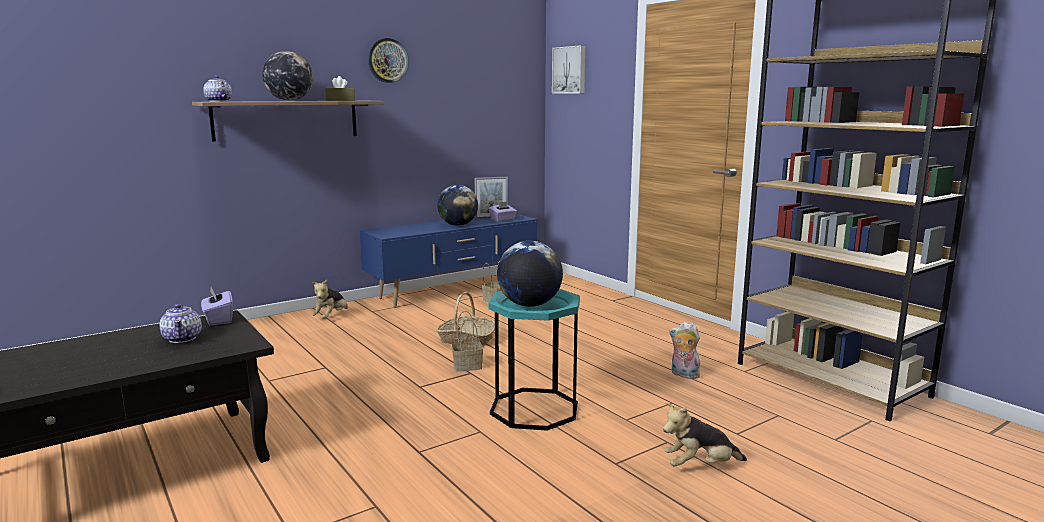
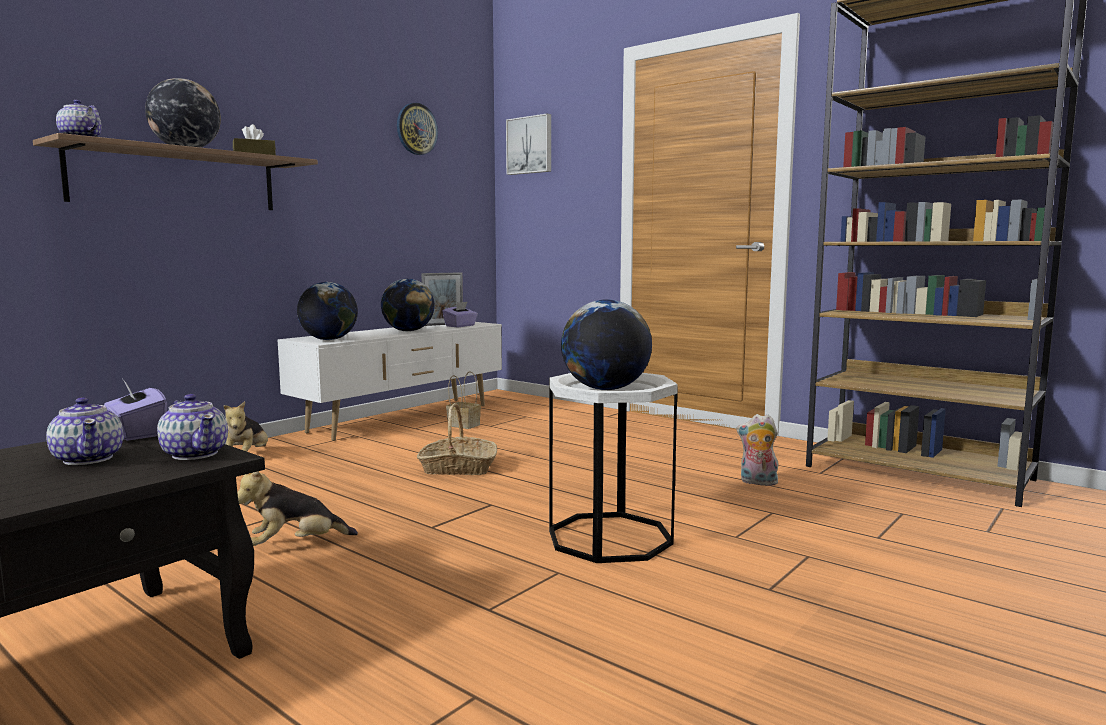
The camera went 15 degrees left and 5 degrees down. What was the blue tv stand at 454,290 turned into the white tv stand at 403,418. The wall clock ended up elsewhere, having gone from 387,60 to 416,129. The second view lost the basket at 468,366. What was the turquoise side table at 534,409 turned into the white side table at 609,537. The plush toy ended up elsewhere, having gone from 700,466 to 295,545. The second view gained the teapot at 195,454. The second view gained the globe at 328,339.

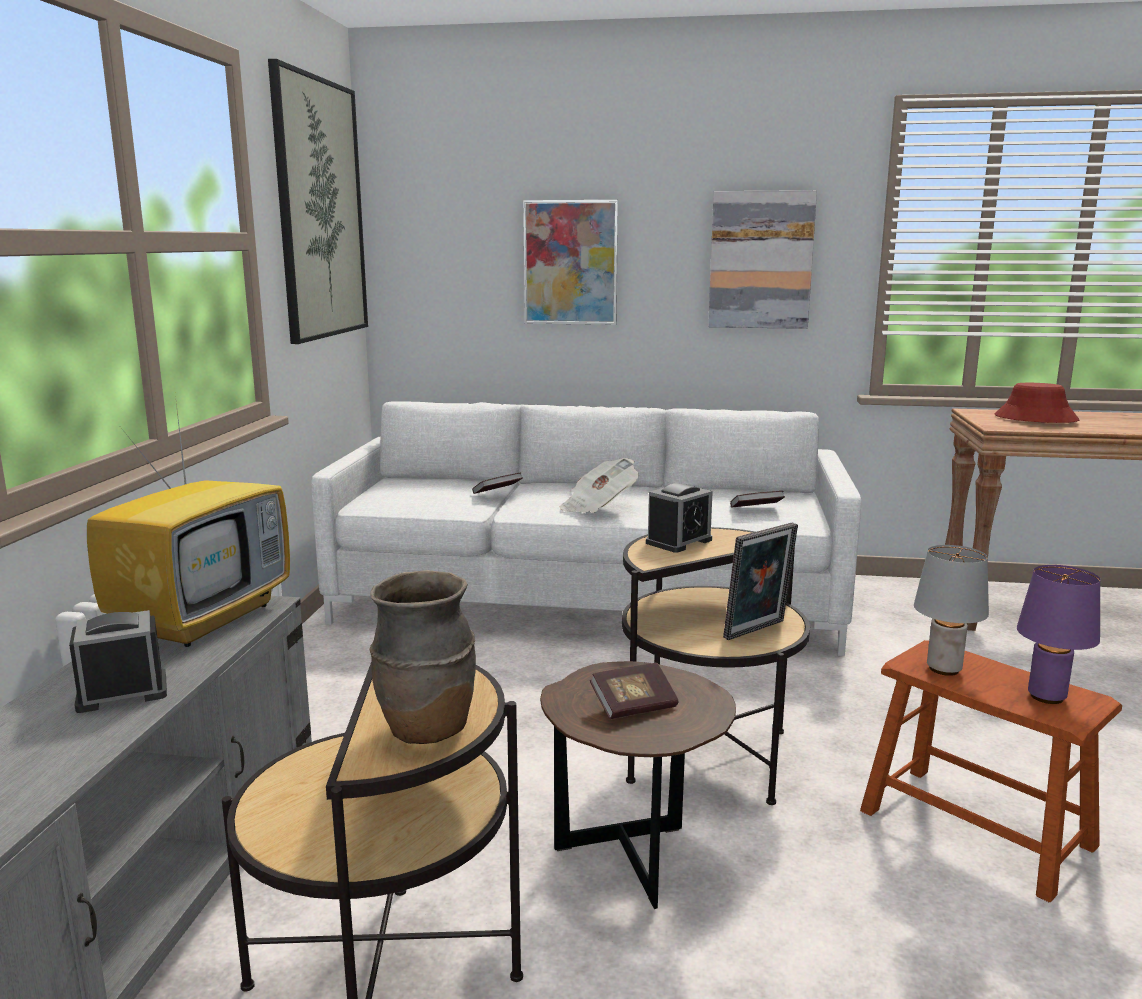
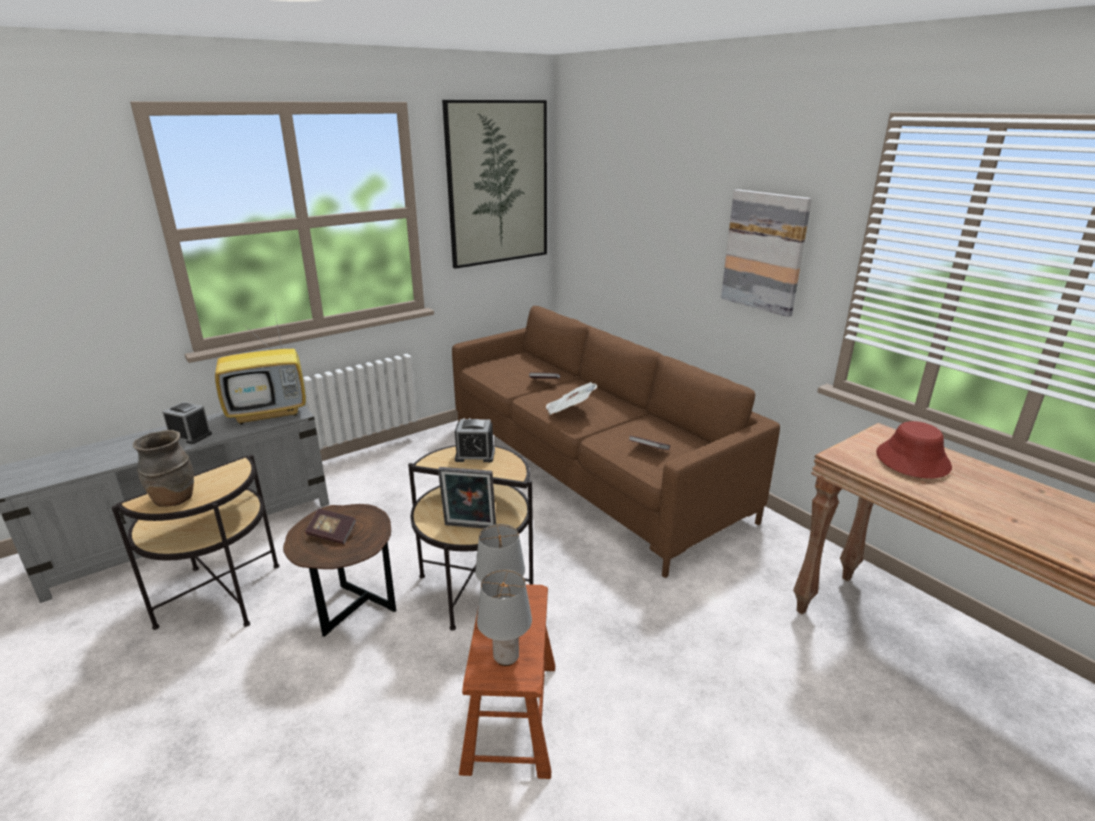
The camera went 45 degrees right and 10 degrees up. What was the white sofa at 587,604 turned into the brown sofa at 589,469. The second view lost the picture at 570,263. What was the purple table lamp at 1047,697 turned into the grey table lamp at 506,657.

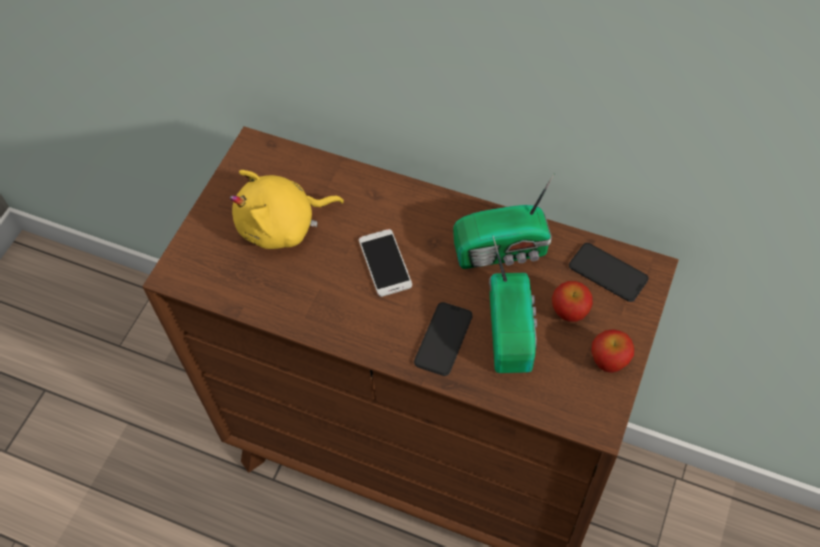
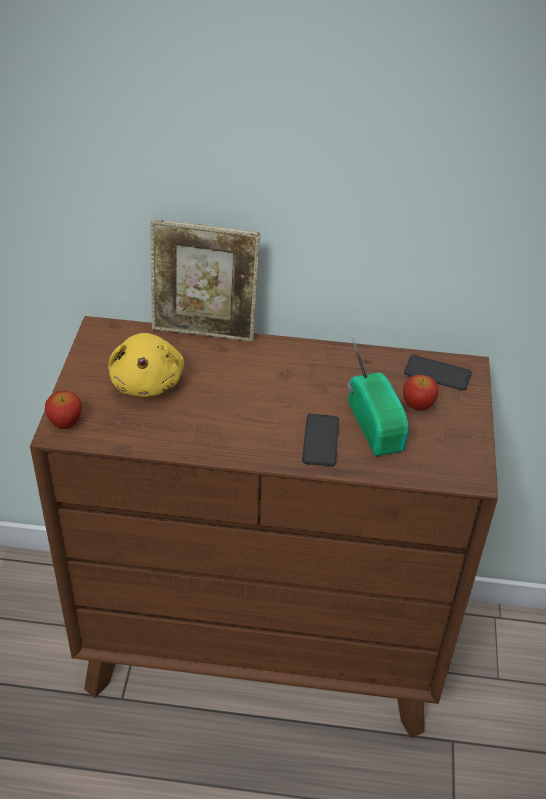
The camera went 20 degrees left and 15 degrees down. The yellow plush toy at 283,226 ended up facing another way, 60 degrees counterclockwise from before. The second view lost the phone at 385,263. The second view lost the radio at 503,251. The apple ended up elsewhere, having gone from 609,360 to 65,422. The second view gained the picture frame at 204,332.

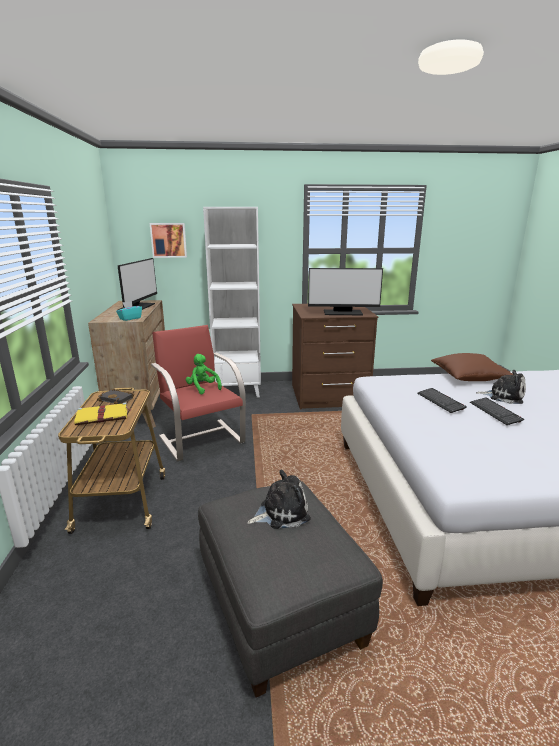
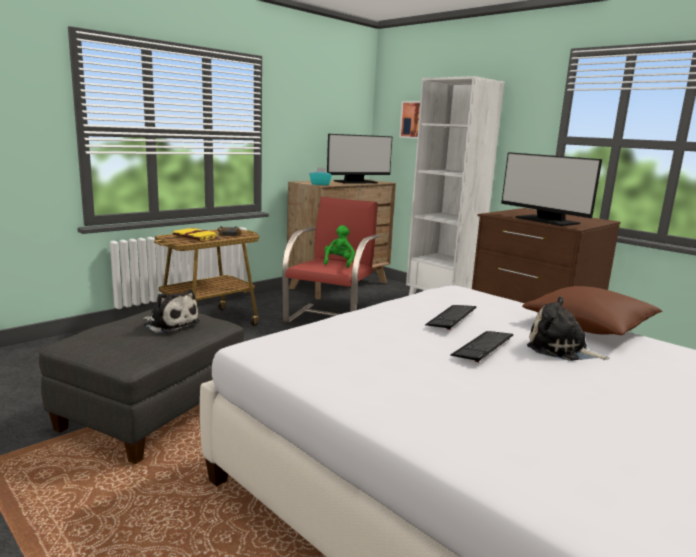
The camera went 50 degrees right and 5 degrees down. The plush toy at 503,396 ended up facing another way, 135 degrees clockwise from before.

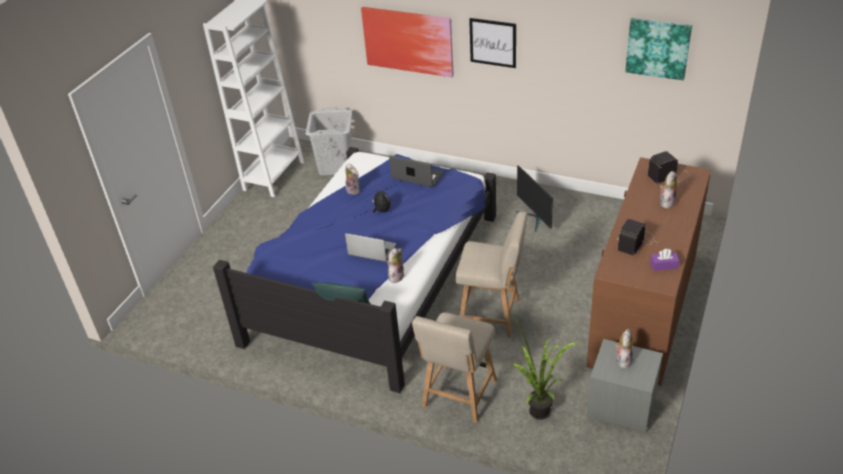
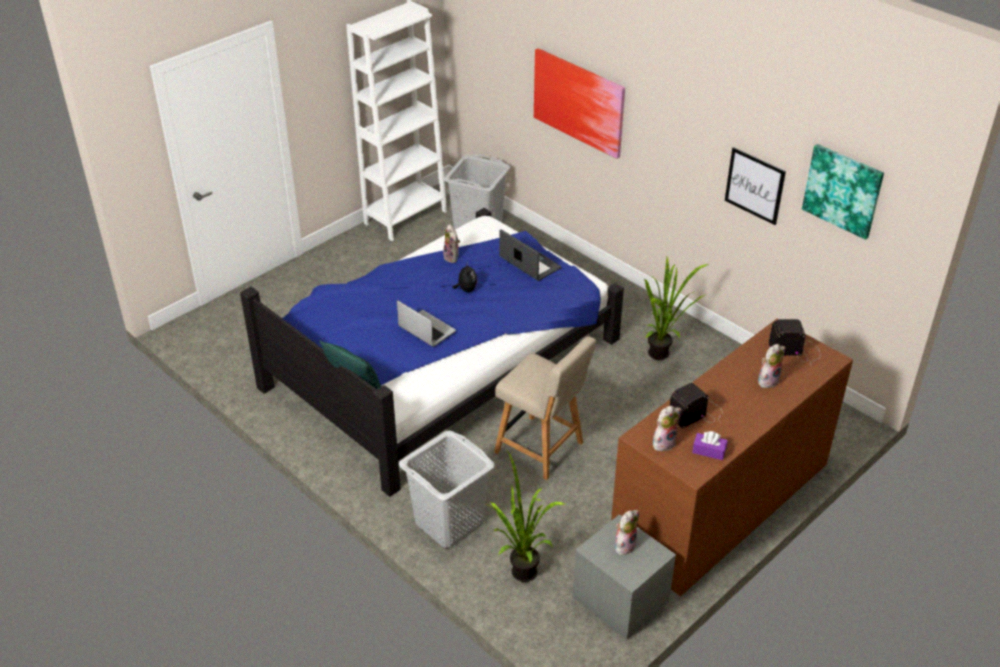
The camera went 20 degrees right and 0 degrees up. The plush toy ended up elsewhere, having gone from 396,276 to 663,442. Where the beige chair stood at 458,396, the grey laundry basket came to stand at 448,523. The picture ended up elsewhere, having gone from 493,42 to 754,185. Where the monitor stood at 535,218, the potted plant came to stand at 663,356.

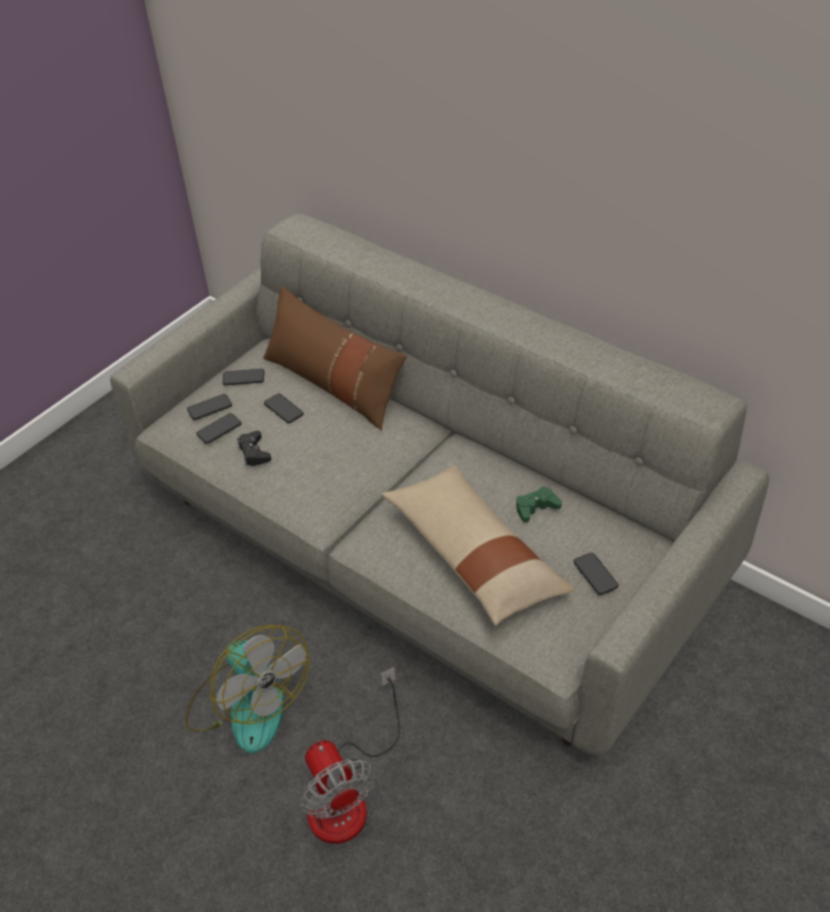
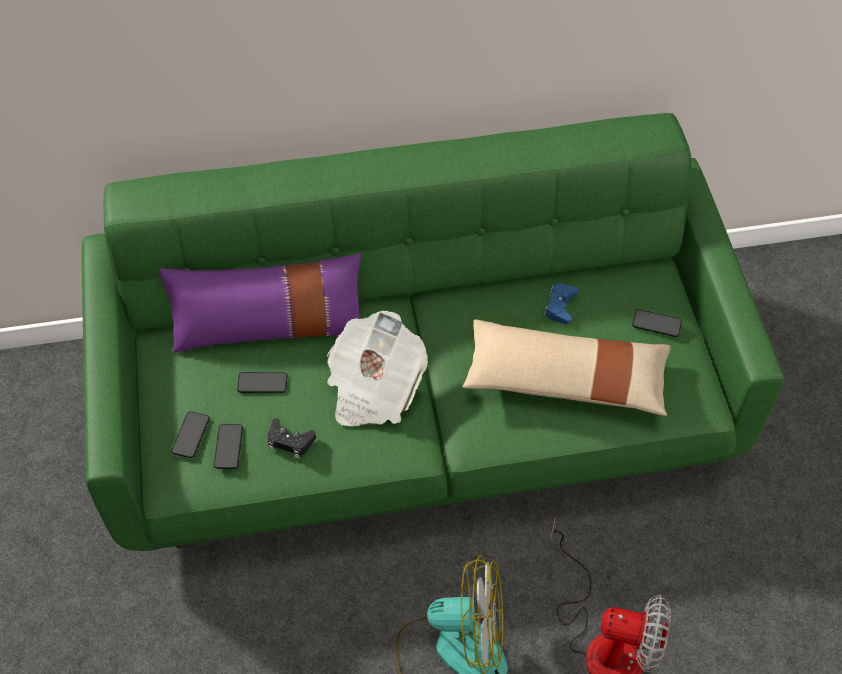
The camera went 50 degrees left and 10 degrees up. What was the grey sofa at 422,544 turned into the green sofa at 421,411. The second view lost the phone at 243,378. What was the brown pillow at 334,383 turned into the purple pillow at 269,327. What was the green game controller at 536,508 turned into the blue game controller at 560,306. The second view gained the newspaper at 373,387.

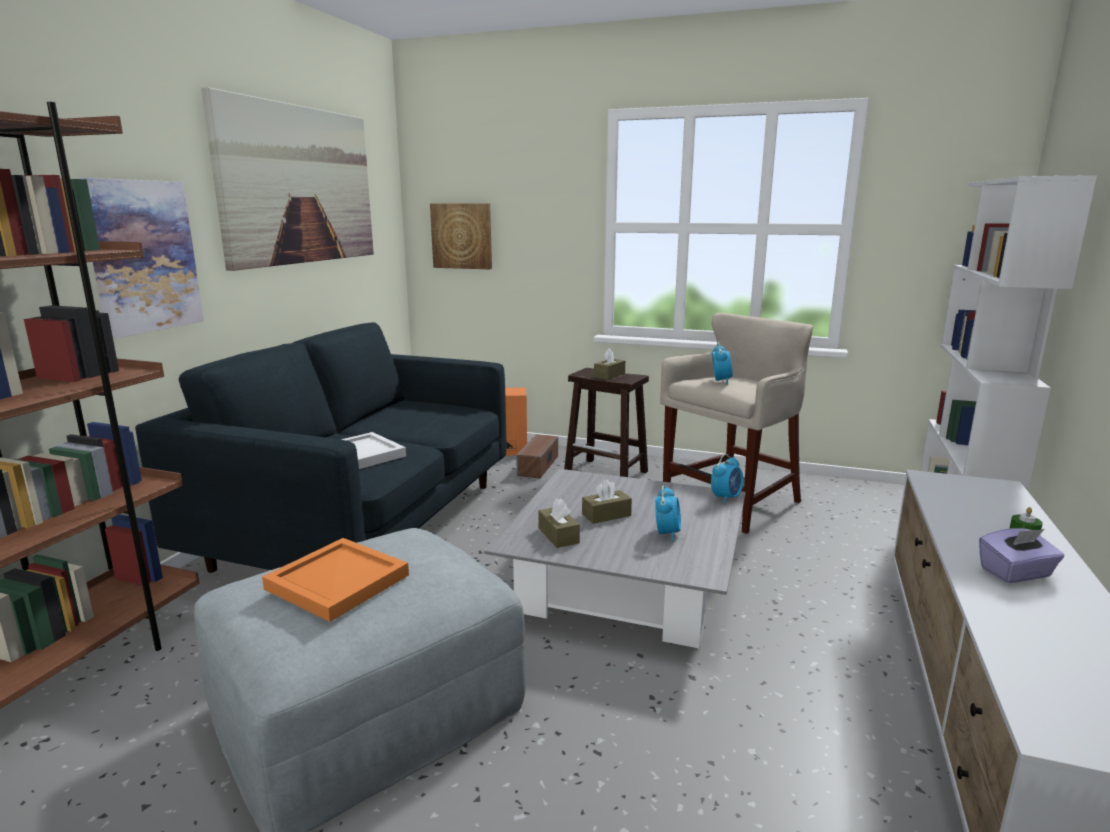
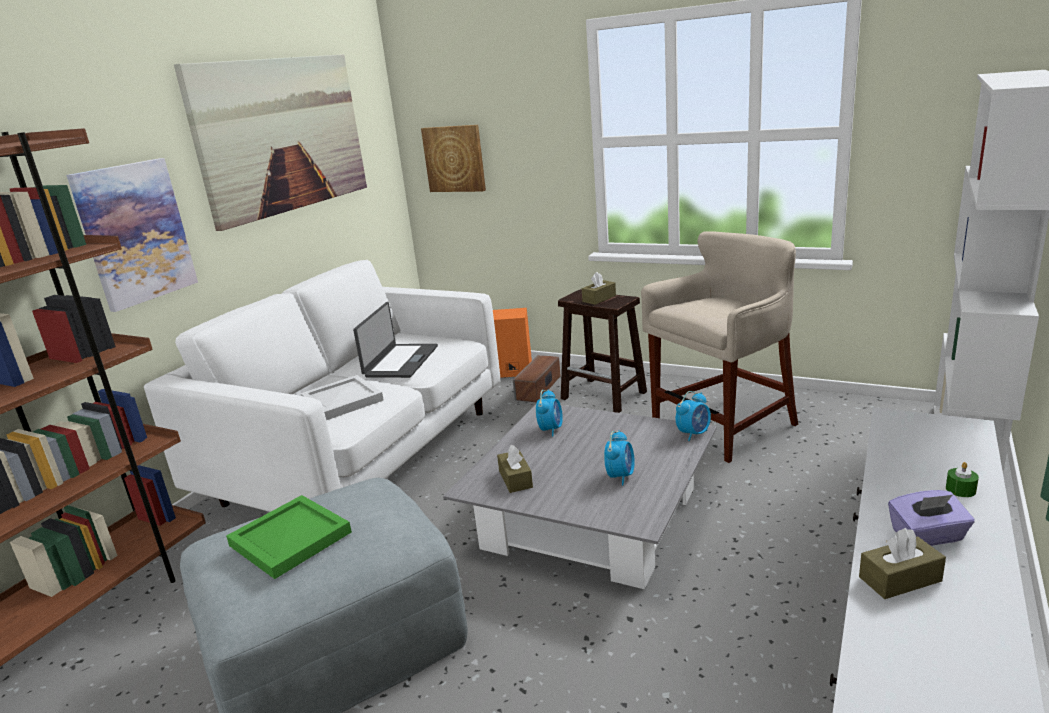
The camera went 10 degrees right and 5 degrees up. What was the blue sofa at 364,524 turned into the white sofa at 362,456. What was the orange tray at 340,582 turned into the green tray at 292,538. The brown tissue box ended up elsewhere, having gone from 606,515 to 900,579. The alarm clock ended up elsewhere, having gone from 720,381 to 551,429. The second view gained the laptop at 400,361.

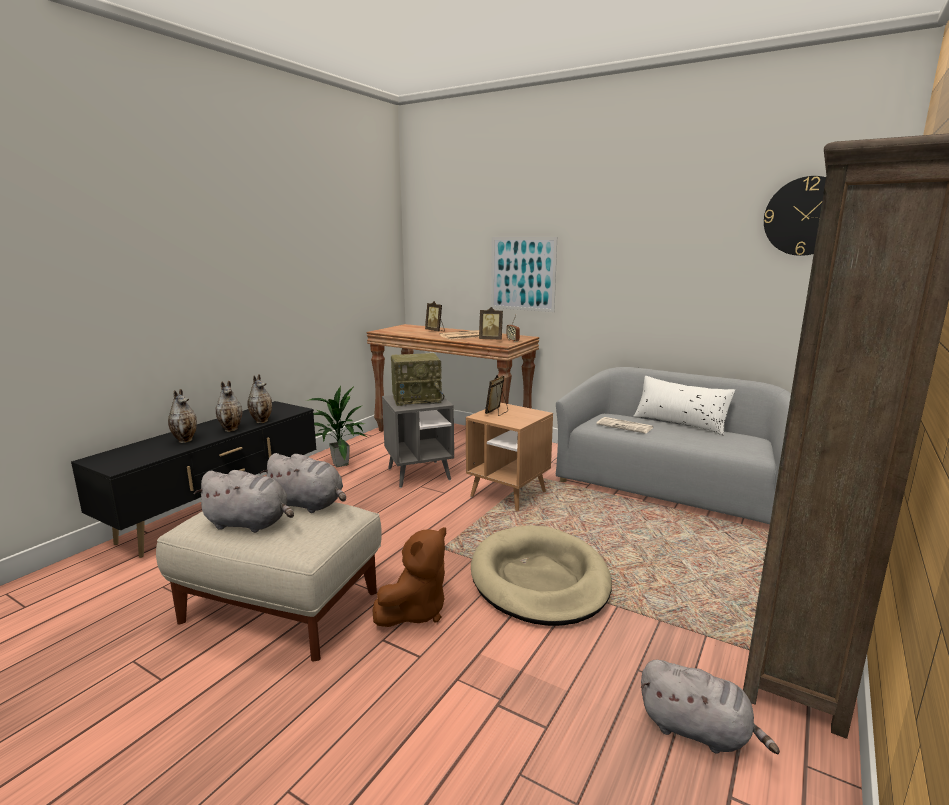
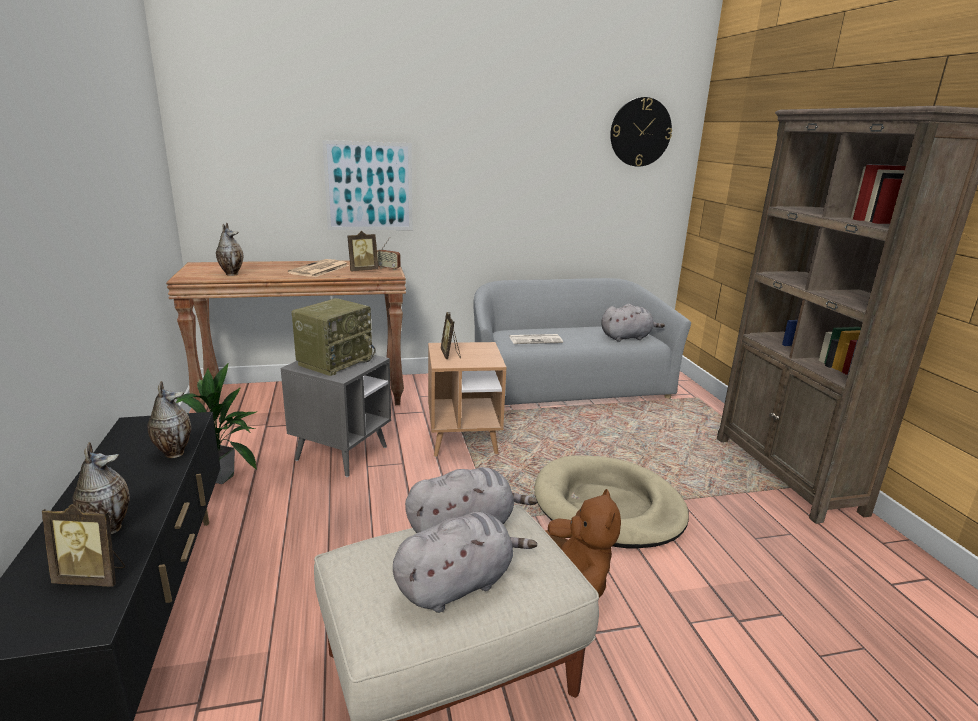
The camera went 45 degrees left and 5 degrees up. The vase ended up elsewhere, having gone from 231,429 to 232,274. The picture frame ended up elsewhere, having gone from 435,331 to 93,577. The second view lost the white pillow at 680,423. The grey plush toy ended up elsewhere, having gone from 698,731 to 627,337.

